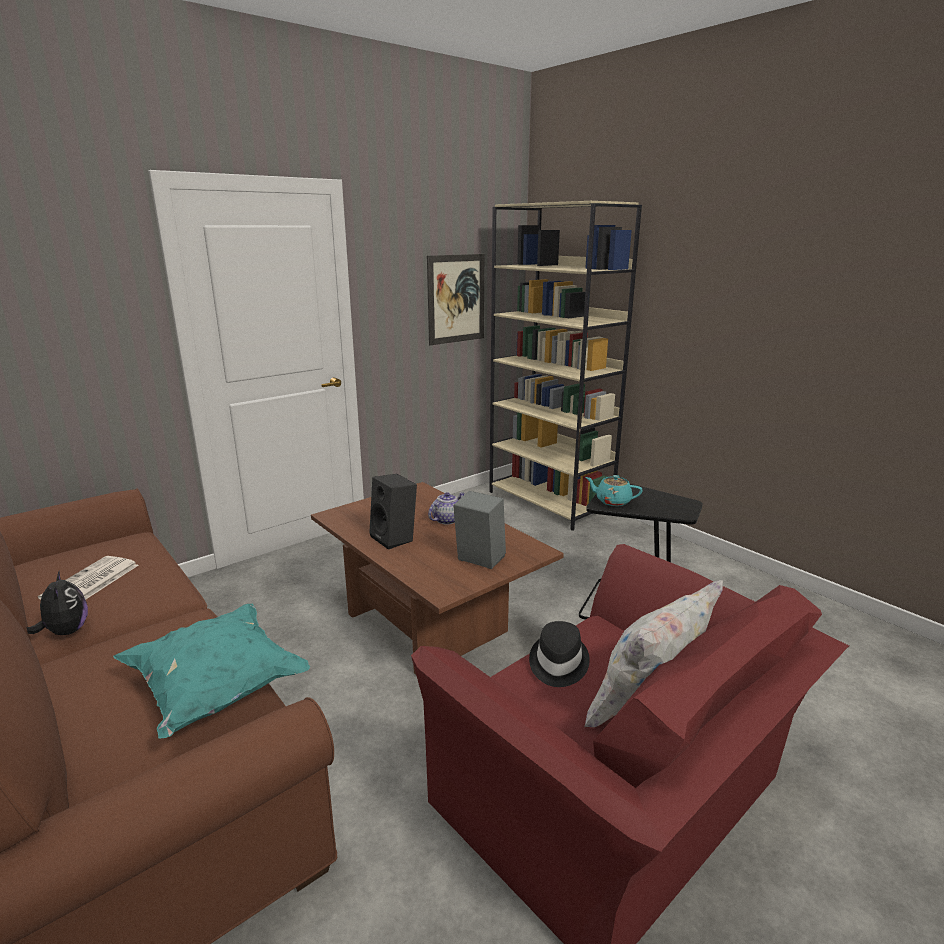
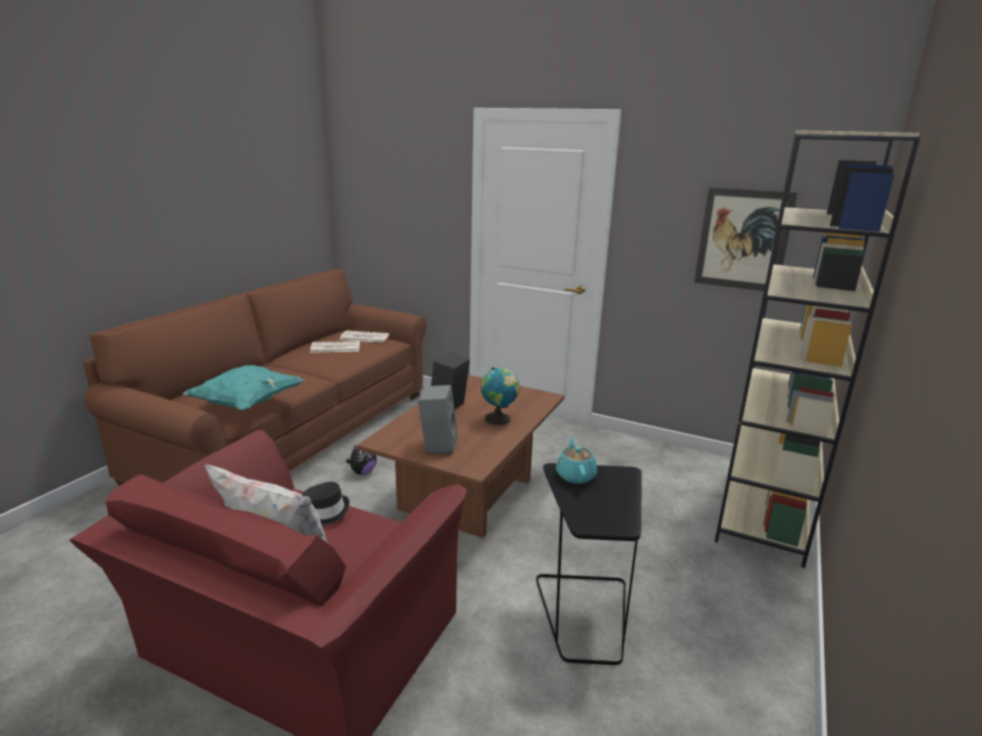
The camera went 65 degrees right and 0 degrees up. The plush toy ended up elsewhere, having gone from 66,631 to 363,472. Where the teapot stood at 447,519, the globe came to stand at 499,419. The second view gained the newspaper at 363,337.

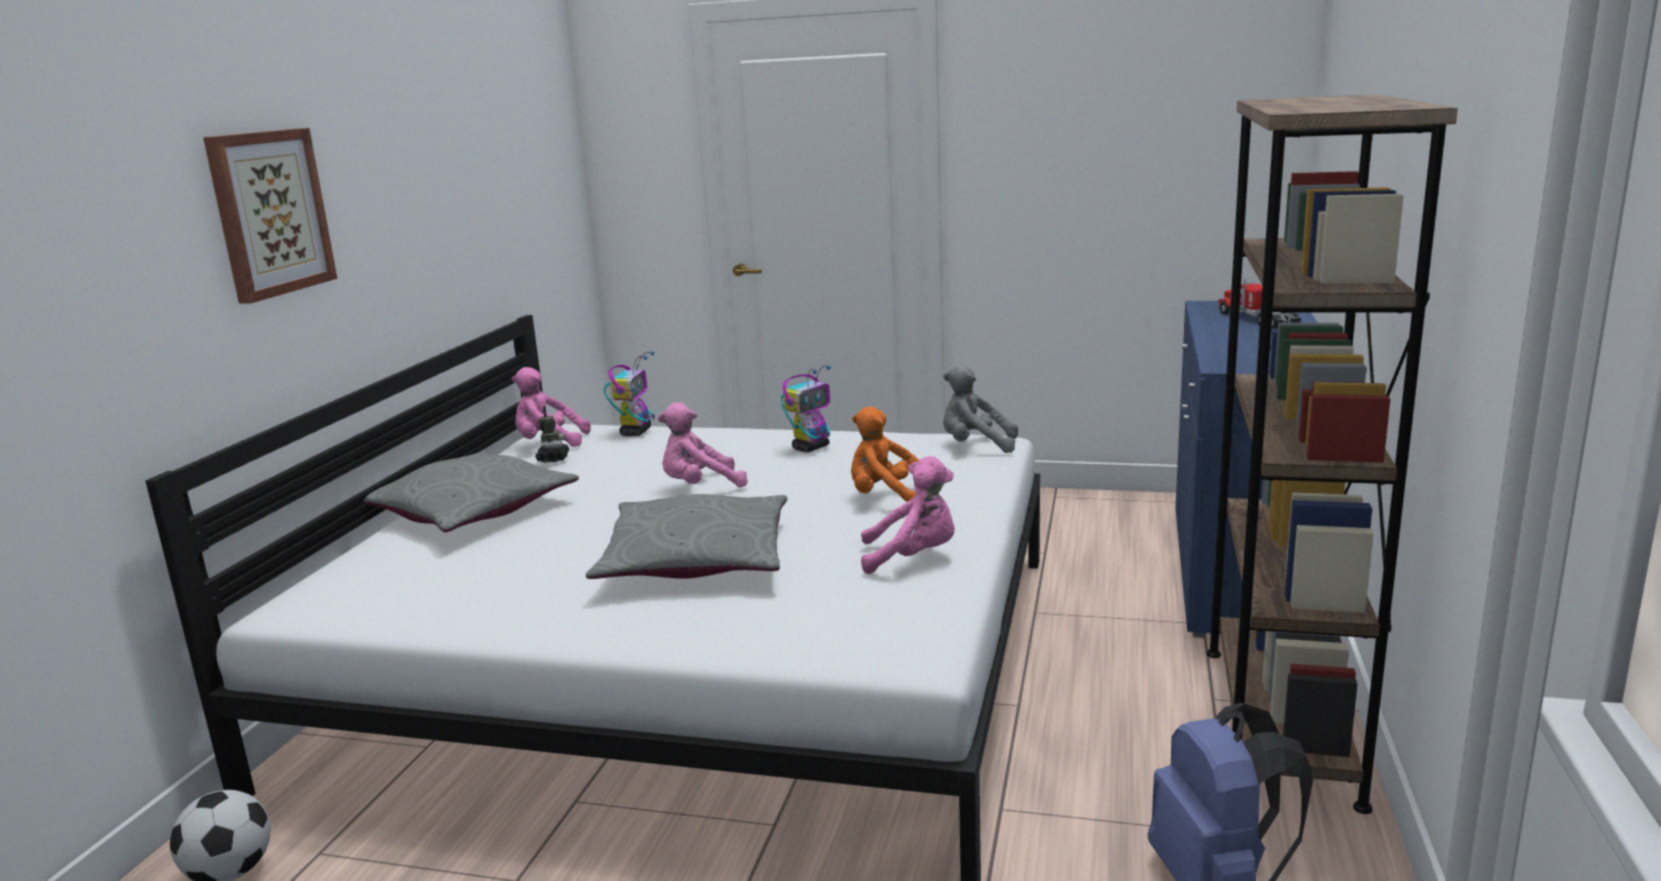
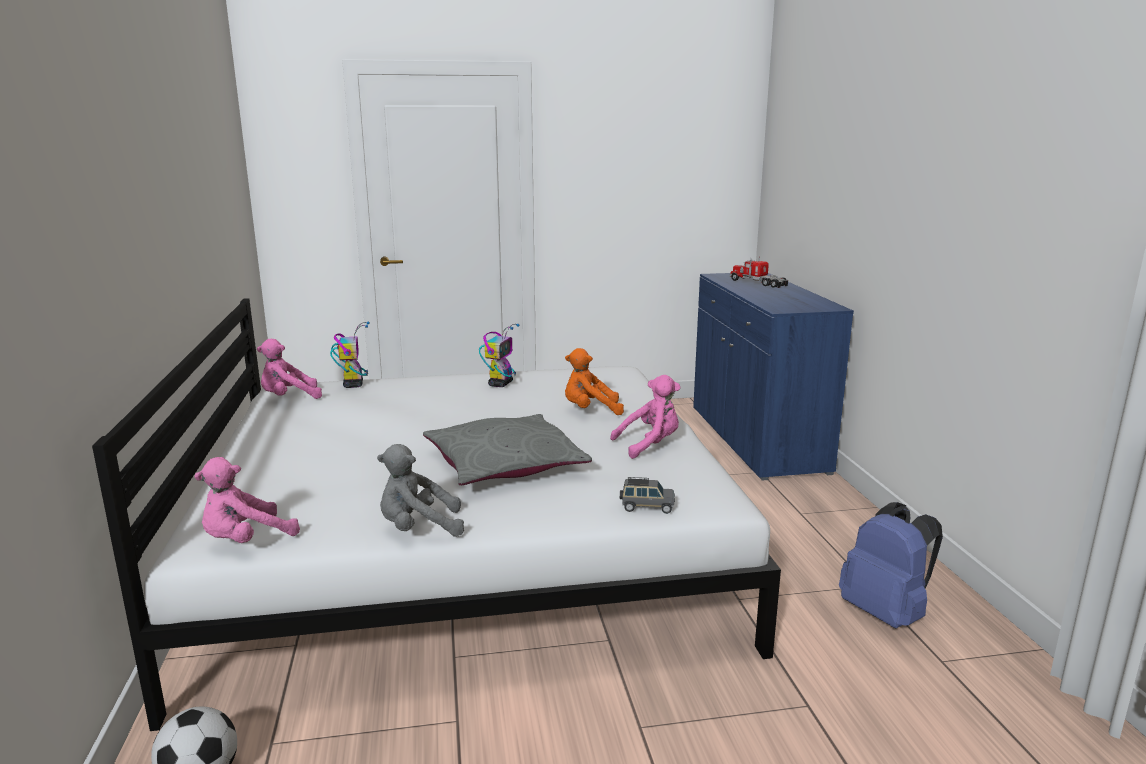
The camera went 25 degrees left and 0 degrees up. The second view lost the picture at 269,213. The second view lost the grey pillow at 469,511. The second view lost the toy robot at 553,458. The pink plush toy ended up elsewhere, having gone from 700,487 to 246,540. The grey plush toy ended up elsewhere, having gone from 975,446 to 418,528. The second view lost the brown bookcase at 1279,722. The second view gained the grey toy car at 646,507.

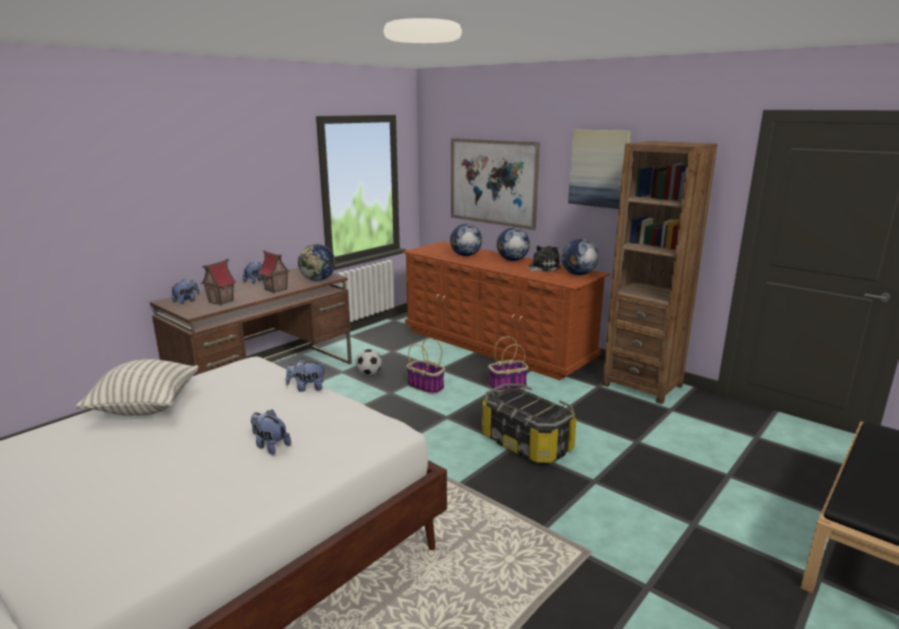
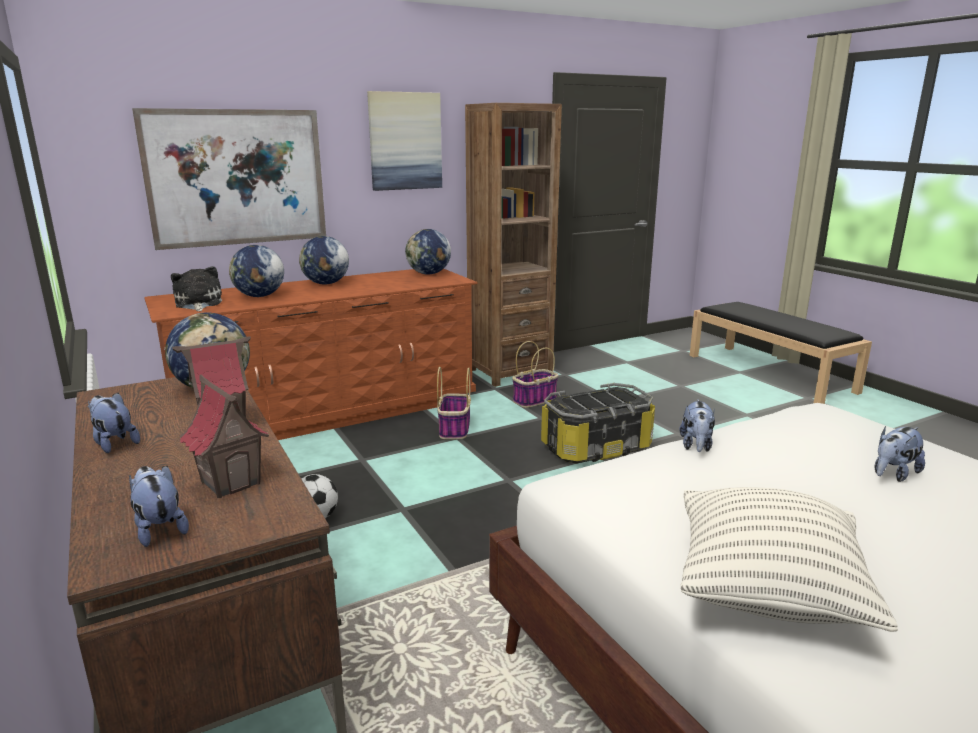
The camera went 70 degrees left and 0 degrees up. The basket ended up elsewhere, having gone from 426,387 to 535,400. The plush toy ended up elsewhere, having gone from 542,267 to 198,304.

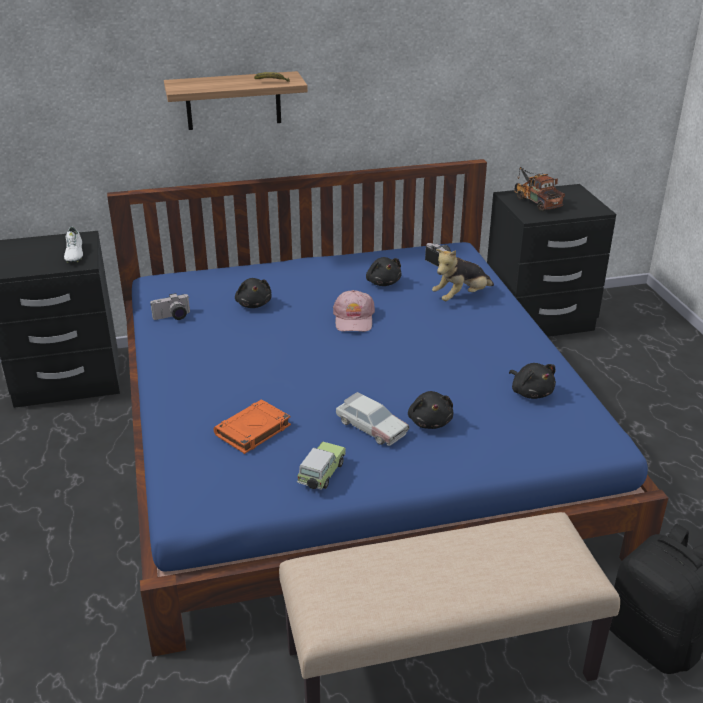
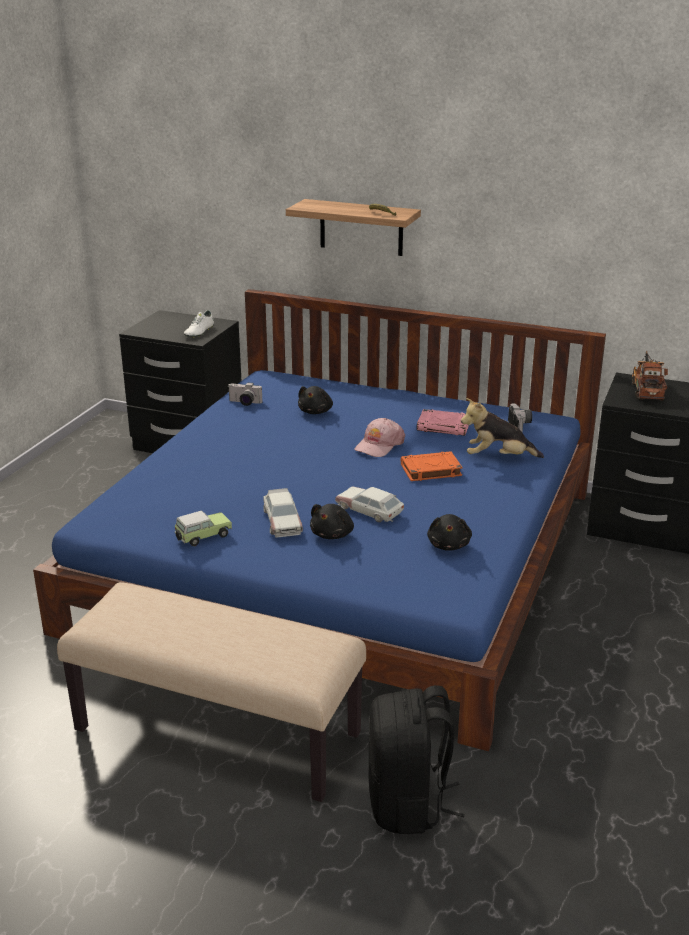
The camera went 35 degrees right and 5 degrees down. The orange book ended up elsewhere, having gone from 252,430 to 430,470. Where the black plush toy stood at 383,282, the pink book came to stand at 444,426. The second view gained the toy car at 370,510.

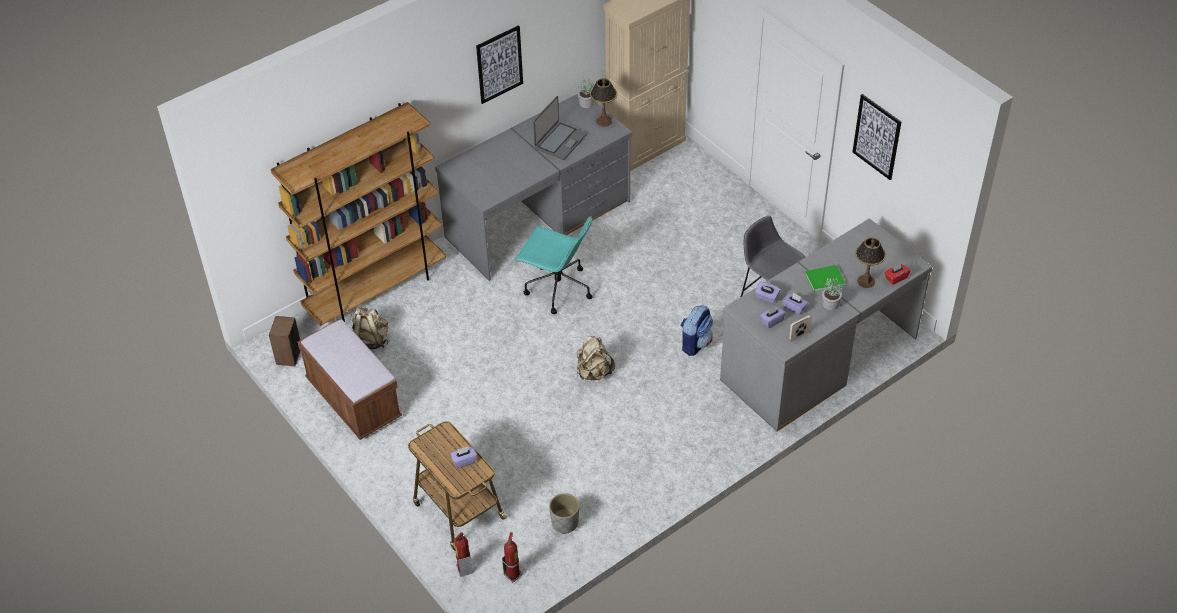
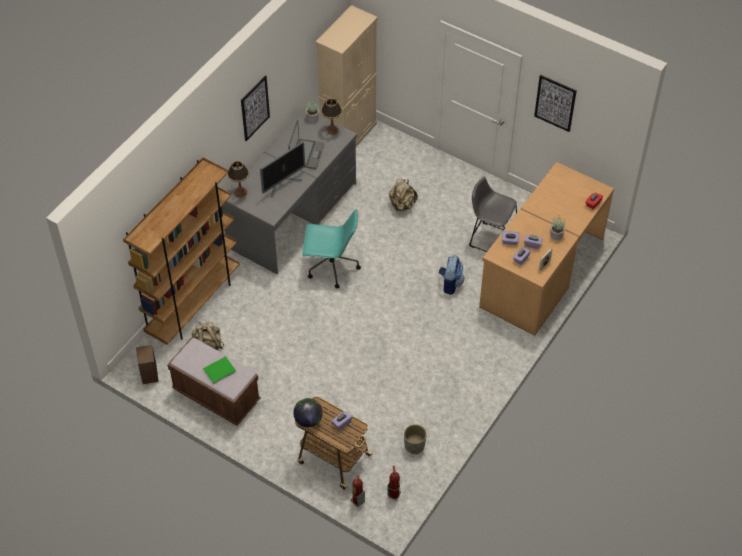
The camera went 20 degrees left and 5 degrees up. The beige backpack ended up elsewhere, having gone from 593,372 to 402,205. What was the grey desk at 817,357 turned into the brown desk at 541,272. The green book ended up elsewhere, having gone from 823,278 to 218,370. The table lamp ended up elsewhere, having gone from 865,281 to 240,192. The second view gained the monitor at 283,183. The second view gained the globe at 308,420.

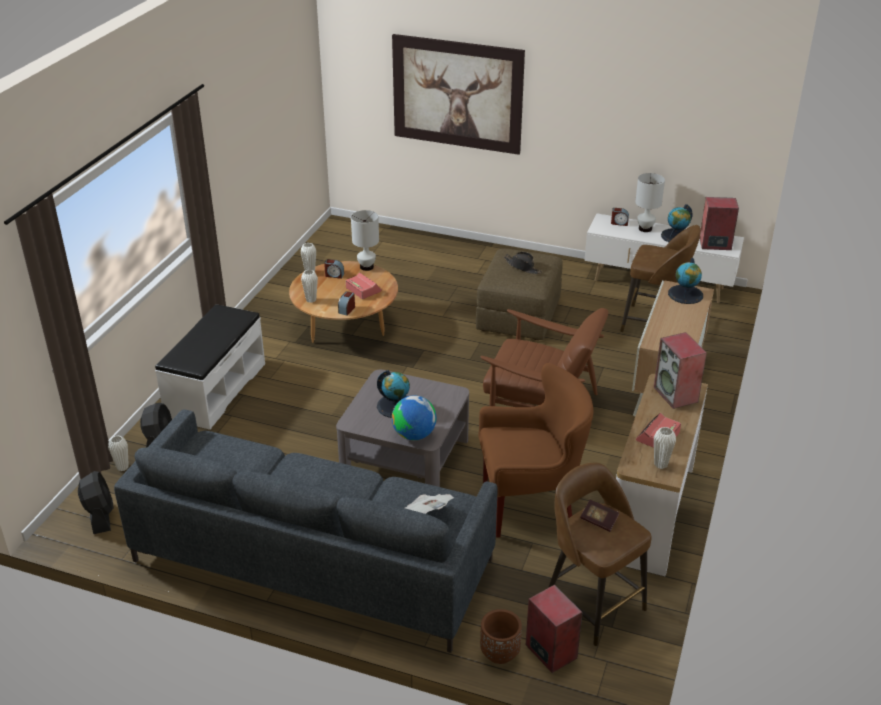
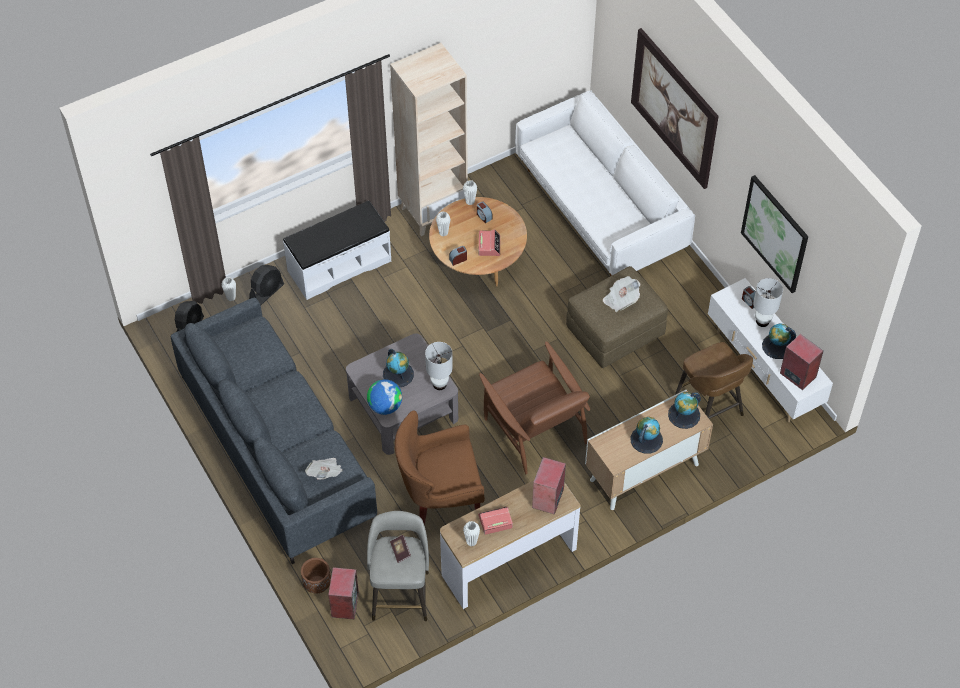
The camera went 40 degrees right and 20 degrees up. The white table lamp ended up elsewhere, having gone from 366,267 to 439,384. The brown armchair at 530,506 ended up facing another way, 135 degrees clockwise from before. Where the black hat stood at 522,267, the newspaper came to stand at 621,299. What was the brown stool at 592,603 turned into the grey stool at 401,593. The second view gained the beige bookcase at 433,211. The second view gained the white sofa at 599,208. The second view gained the globe at 646,439. The second view gained the picture at 775,233.

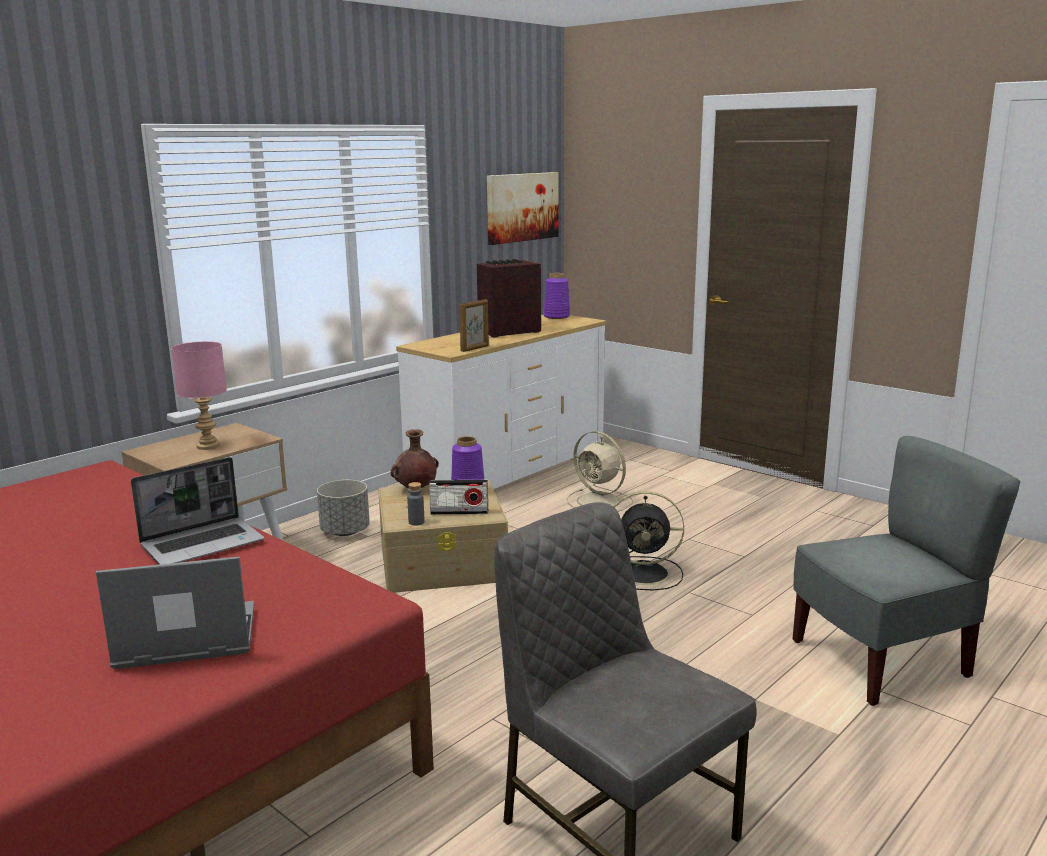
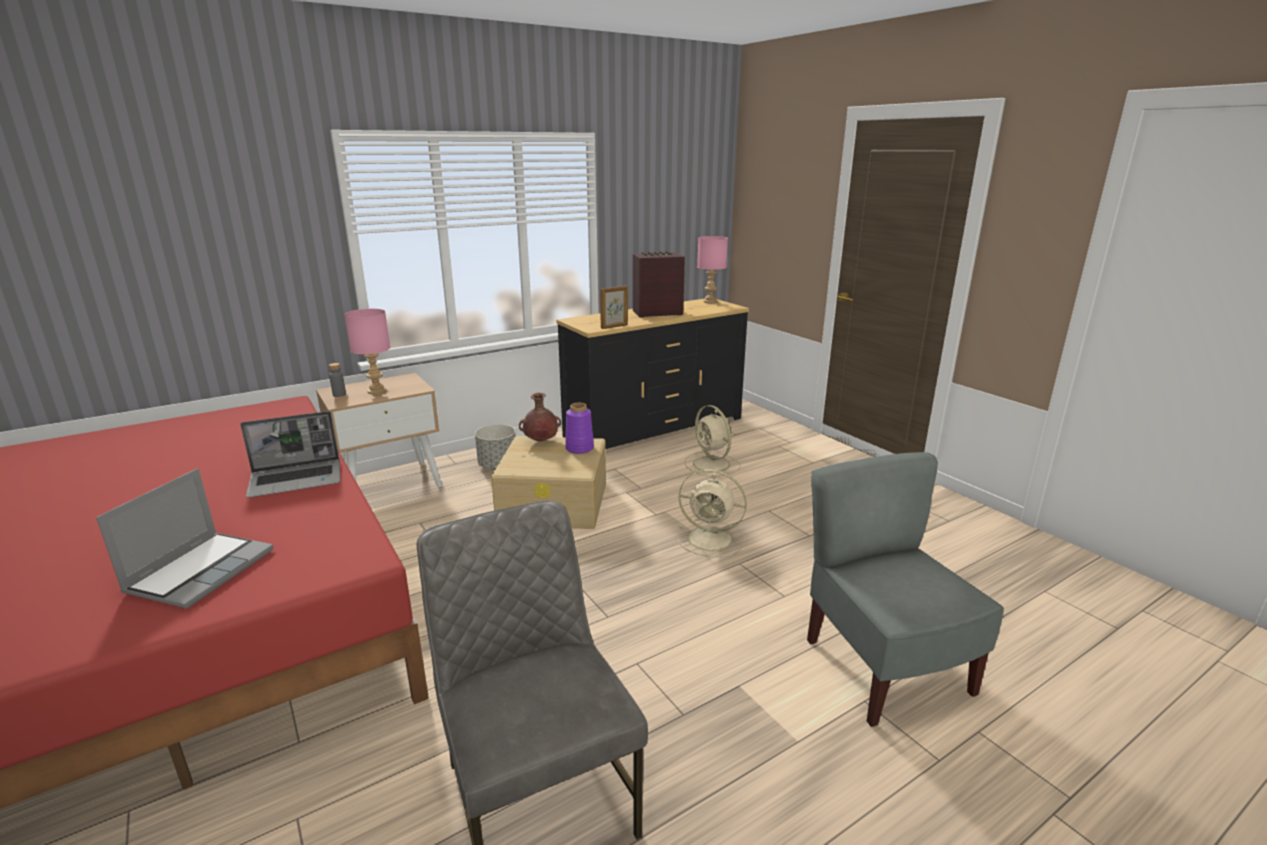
The camera went 15 degrees right and 5 degrees up. The laptop at 184,640 ended up facing another way, 105 degrees clockwise from before. What was the white dresser at 509,471 turned into the black dresser at 654,428. The grey bottle ended up elsewhere, having gone from 416,522 to 339,395. The second view lost the radio at 459,512. The second view lost the picture at 521,207. Where the purple vase stood at 556,316, the pink table lamp came to stand at 710,301. What was the black fan at 646,573 turned into the beige fan at 712,539. The grey chair at 882,660 ended up facing another way, 105 degrees counterclockwise from before.

